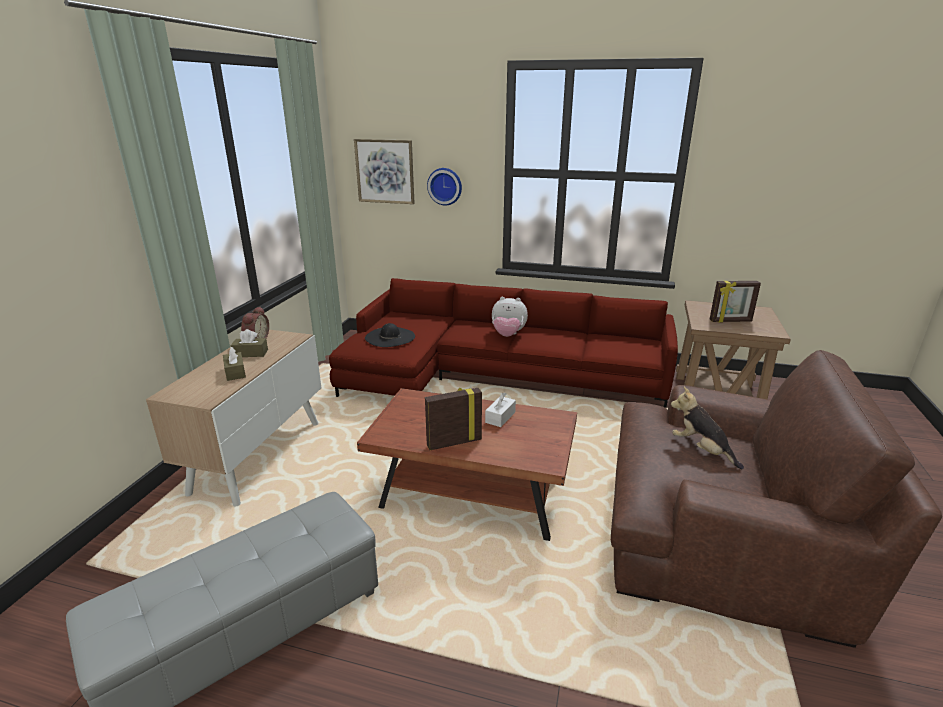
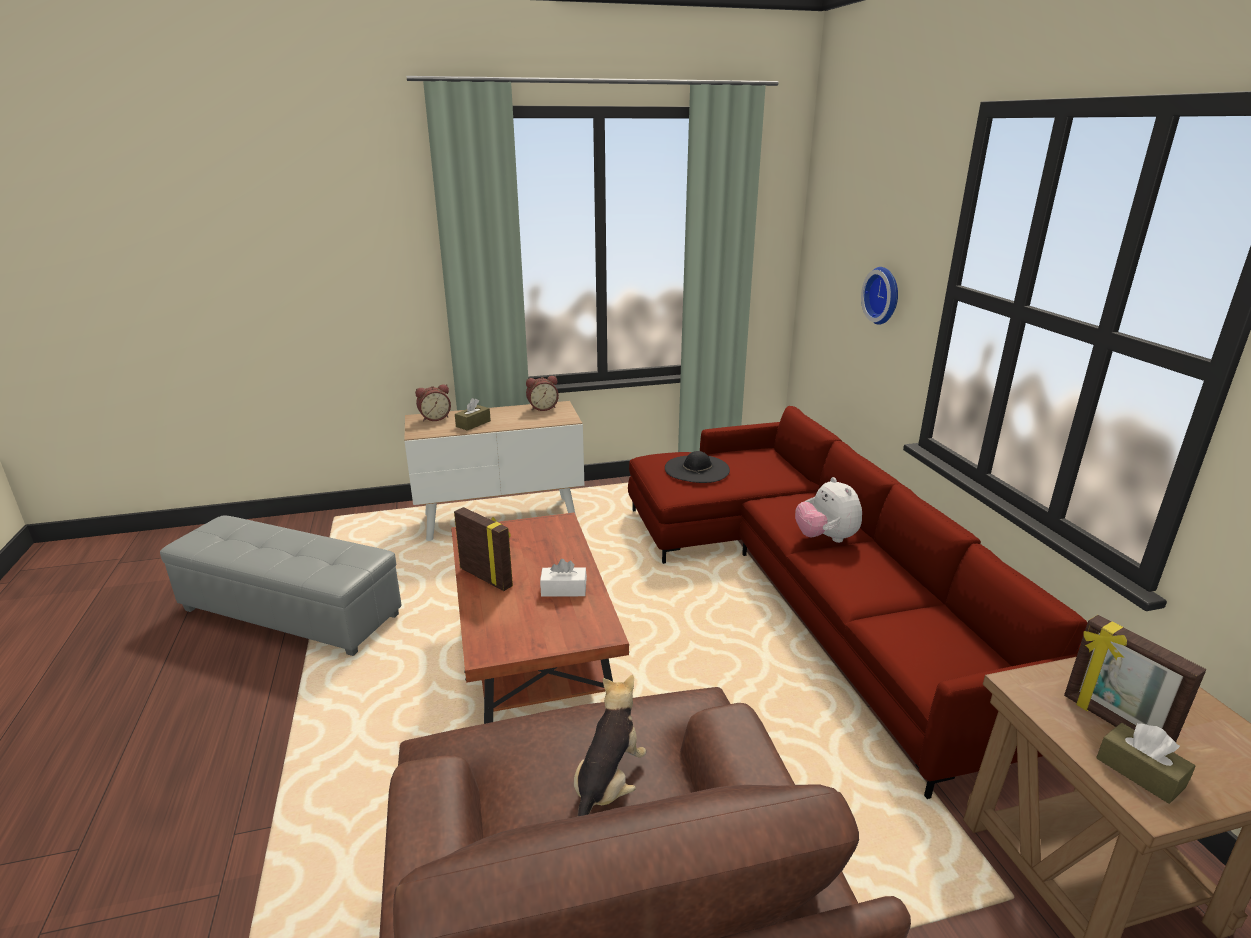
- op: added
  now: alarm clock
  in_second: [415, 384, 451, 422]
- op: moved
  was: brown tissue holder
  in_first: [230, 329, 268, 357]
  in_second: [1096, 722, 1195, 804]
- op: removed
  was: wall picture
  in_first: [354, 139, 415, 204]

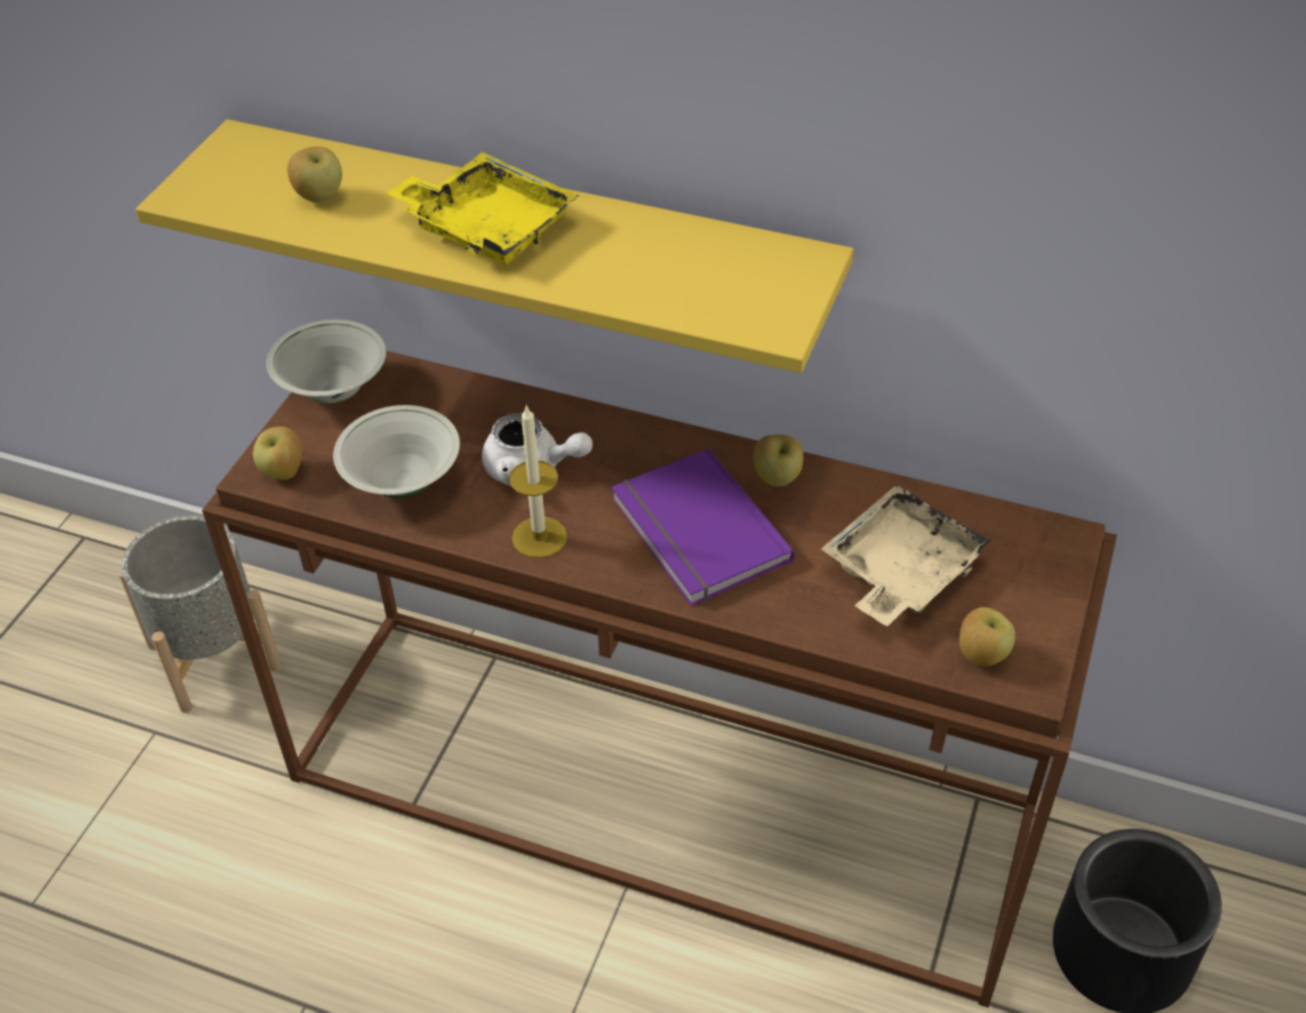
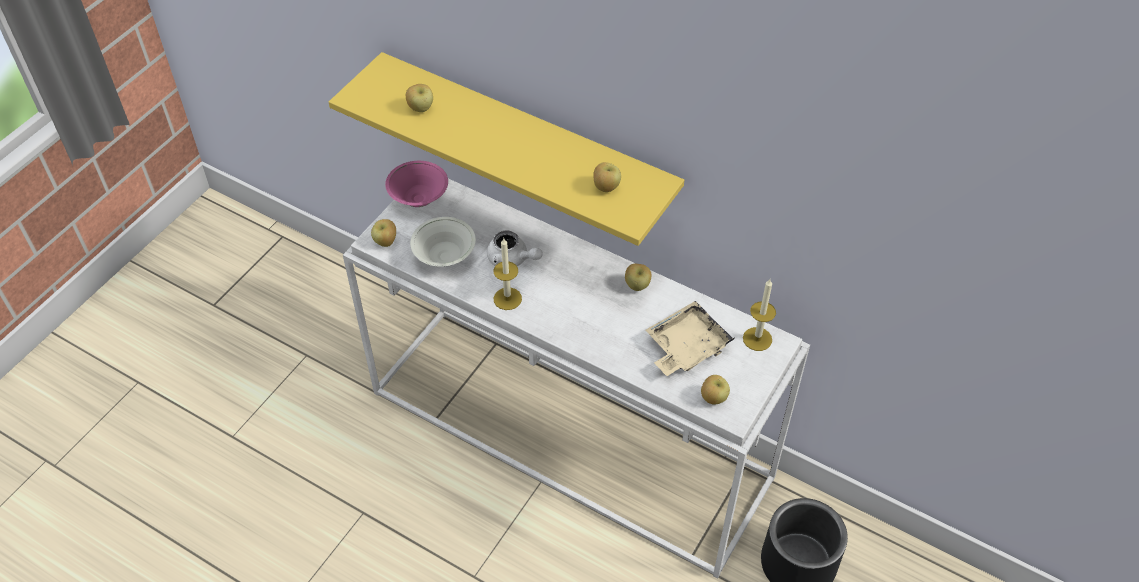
- op: recoloured
  was: brown console table
  now: white console table
  in_first: [202, 351, 1117, 1008]
  in_second: [343, 179, 810, 579]
- op: recoloured
  was: white deep dish
  now: pinkish deep dish
  in_first: [266, 319, 386, 403]
  in_second: [385, 161, 448, 207]
- op: added
  now: apple
  in_second: [593, 162, 621, 192]
- op: added
  now: wax candle
  in_second: [743, 279, 776, 351]
- op: removed
  was: grey plant pot
  in_first: [119, 515, 282, 713]
- op: removed
  was: yellow serving tray
  in_first: [386, 152, 579, 265]
- op: removed
  was: purple-coloured bound book
  in_first: [611, 448, 794, 606]

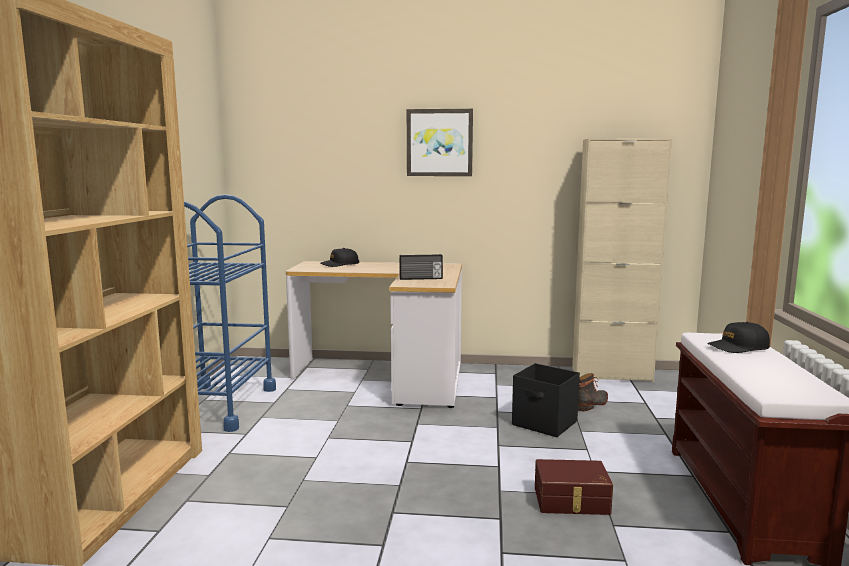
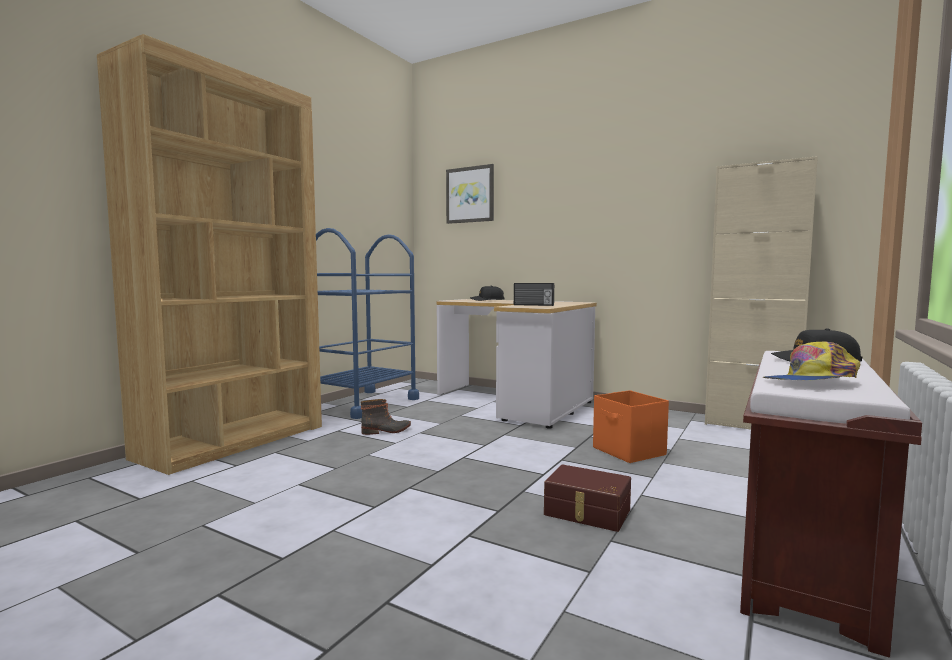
- op: moved
  was: boot
  in_first: [578, 373, 608, 411]
  in_second: [361, 399, 411, 435]
- op: moved
  was: wall picture
  in_first: [407, 109, 473, 176]
  in_second: [446, 164, 494, 224]
- op: recoloured
  was: black-coloured storage container
  now: orange storage container
  in_first: [512, 363, 580, 437]
  in_second: [593, 390, 669, 463]
- op: added
  now: peaked cap
  in_second: [763, 342, 860, 380]

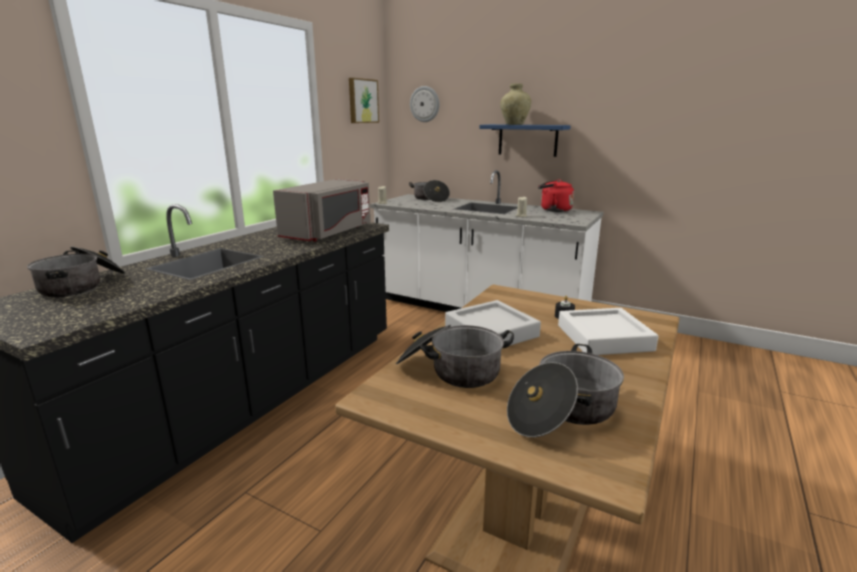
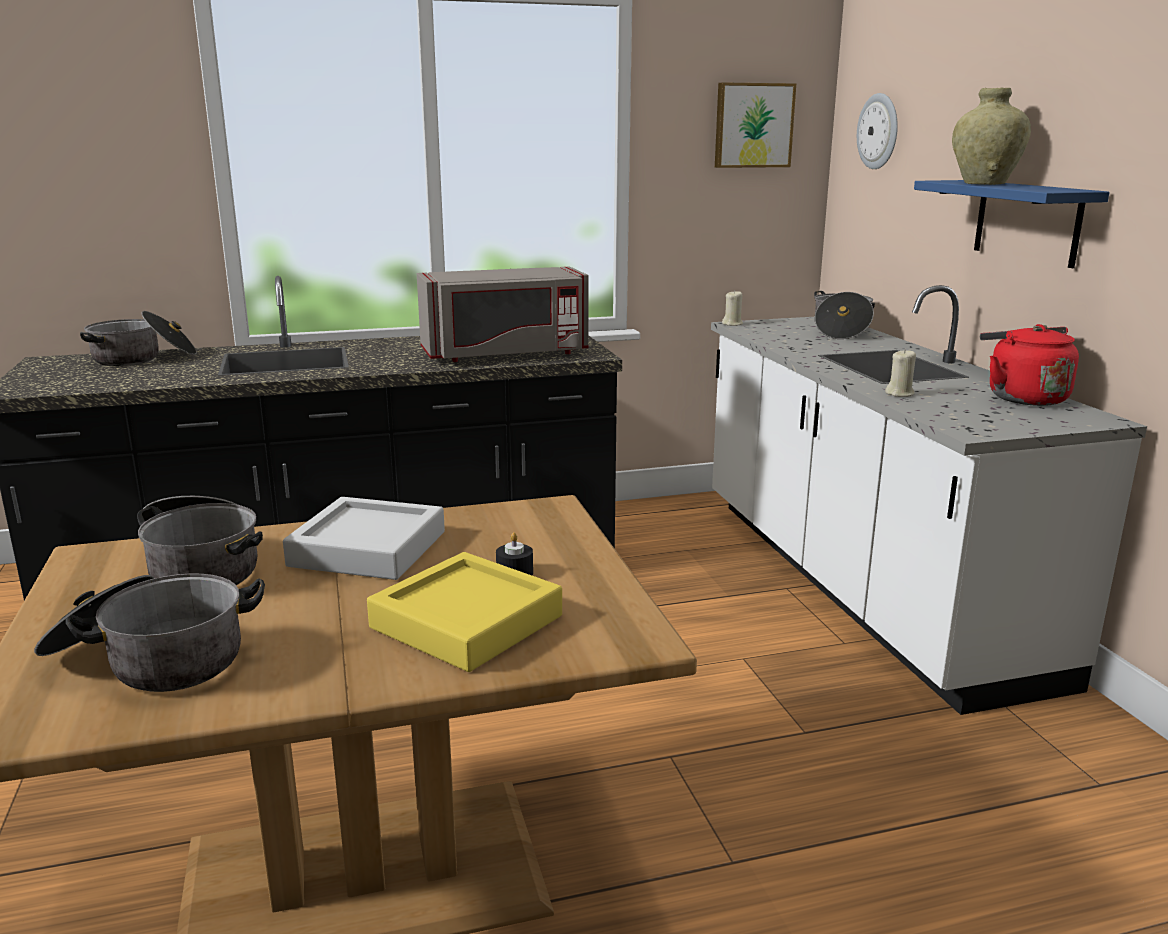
- op: recoloured
  was: white serving tray
  now: yellow serving tray
  in_first: [558, 308, 659, 355]
  in_second: [367, 552, 562, 672]

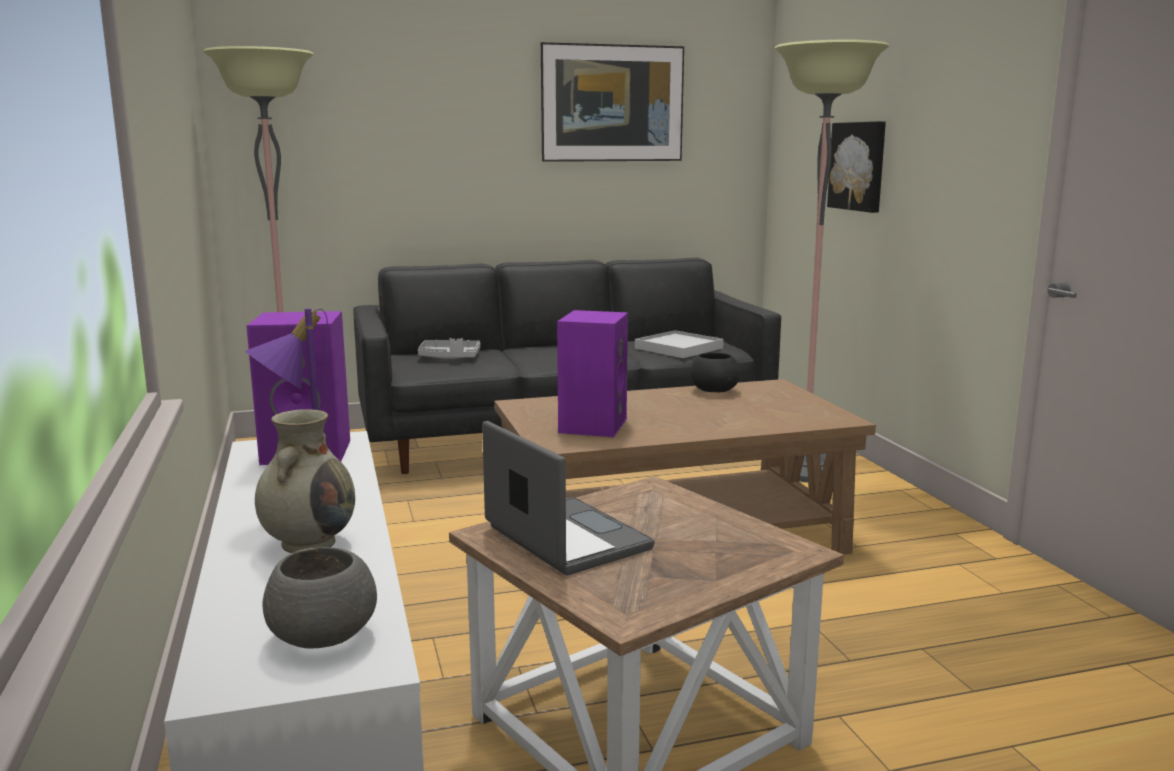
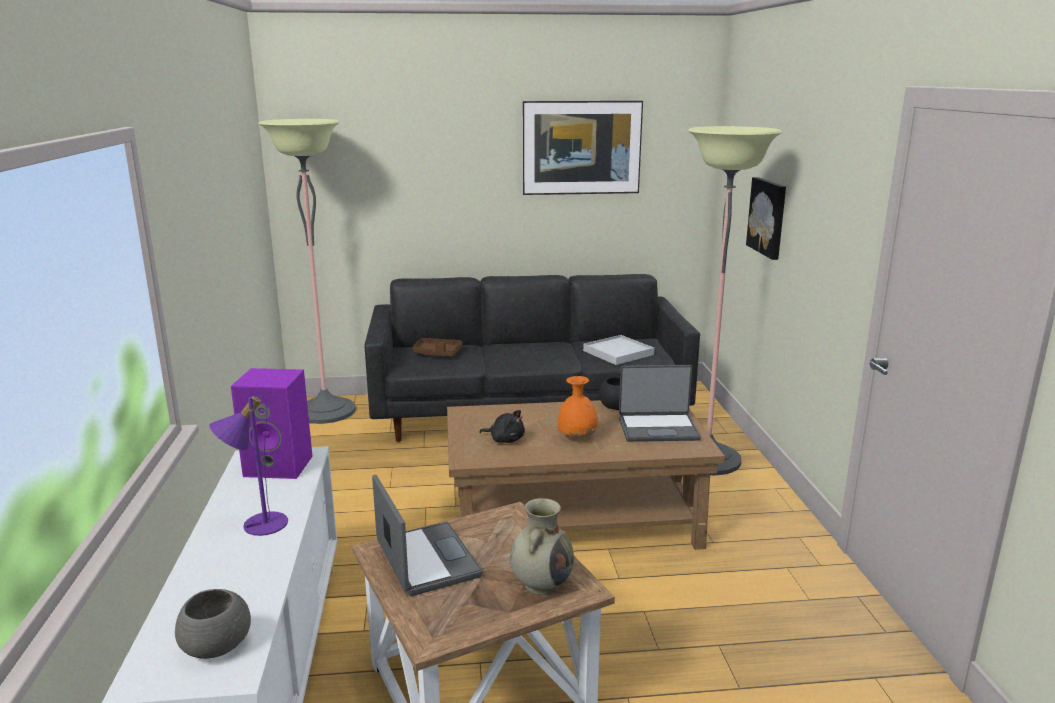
- op: recoloured
  was: grey serving tray
  now: brown serving tray
  in_first: [418, 338, 481, 359]
  in_second: [413, 338, 463, 357]
- op: replaced
  was: purple-coloured audio speaker
  now: black-coloured plush toy
  in_first: [557, 310, 628, 437]
  in_second: [479, 410, 525, 443]
- op: moved
  was: beige decorative vase
  in_first: [255, 409, 355, 553]
  in_second: [510, 498, 574, 595]
- op: added
  now: orange decorative vase
  in_second: [558, 376, 598, 439]
- op: added
  now: laptop
  in_second: [619, 365, 701, 442]

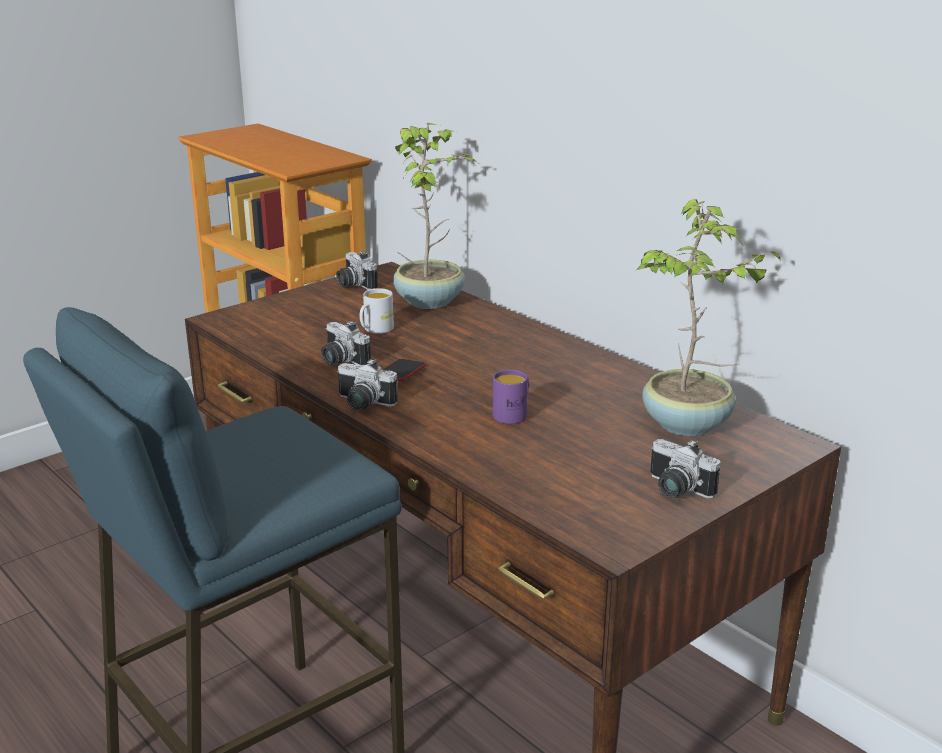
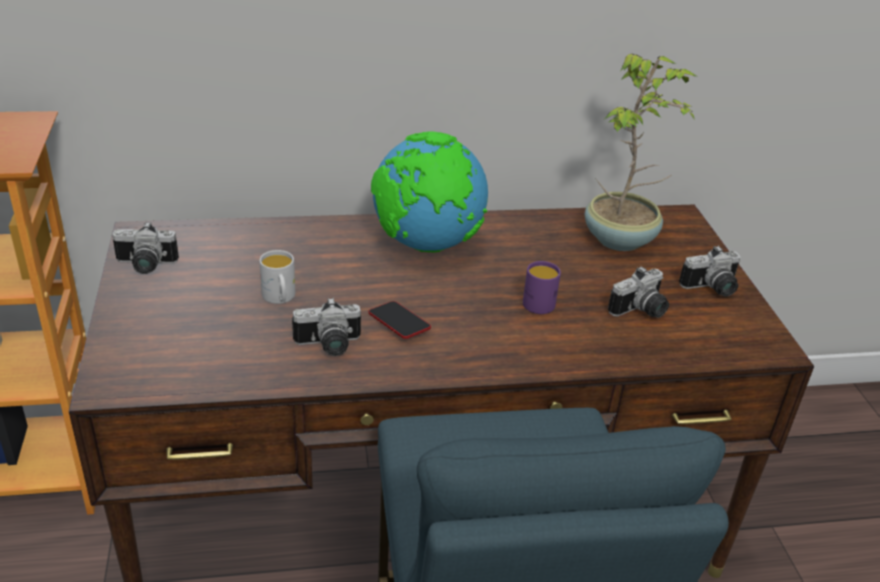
- op: added
  now: globe
  in_second: [371, 132, 488, 253]
- op: moved
  was: photo camera
  in_first: [337, 359, 398, 410]
  in_second: [608, 266, 669, 318]
- op: removed
  was: houseplant
  in_first: [393, 123, 478, 309]

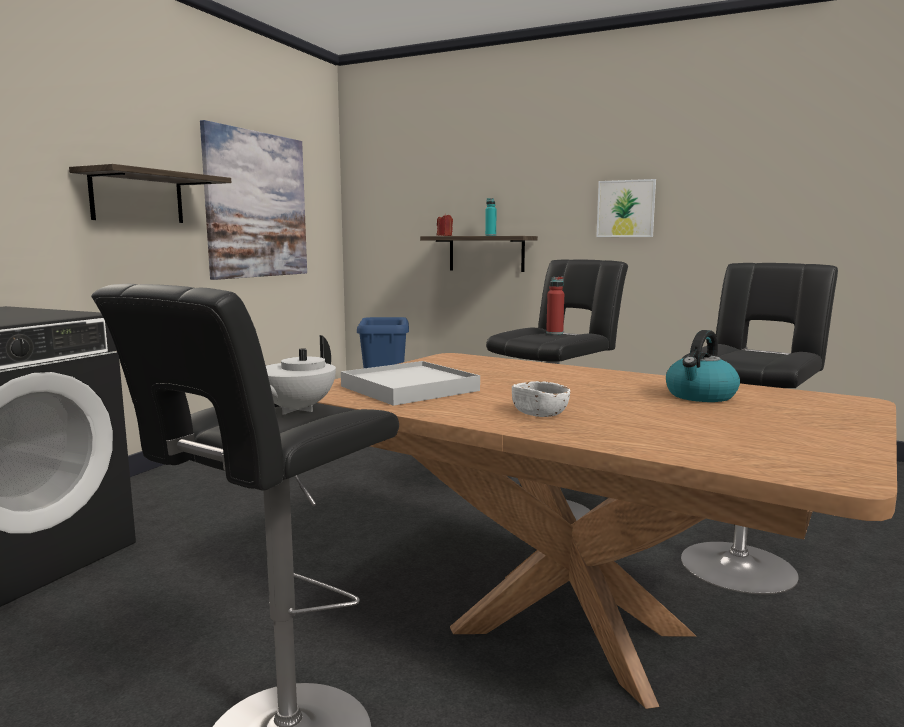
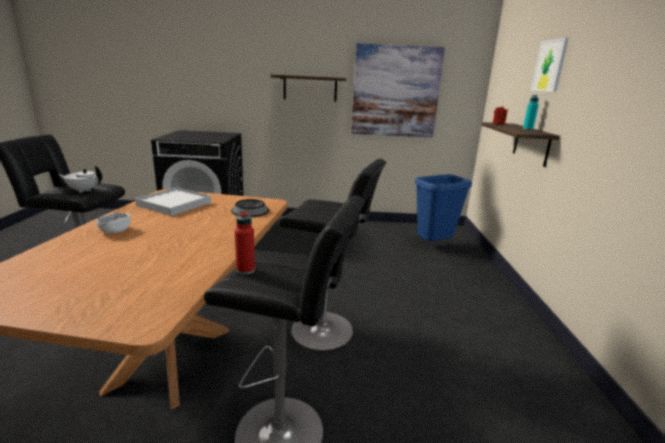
- op: added
  now: deep dish
  in_second: [231, 199, 269, 217]
- op: moved
  was: reddish bottle
  in_first: [546, 277, 564, 335]
  in_second: [234, 211, 255, 275]
- op: moved
  was: wall picture
  in_first: [596, 179, 656, 237]
  in_second: [531, 38, 569, 92]
- op: removed
  was: tea kettle
  in_first: [666, 330, 740, 402]

